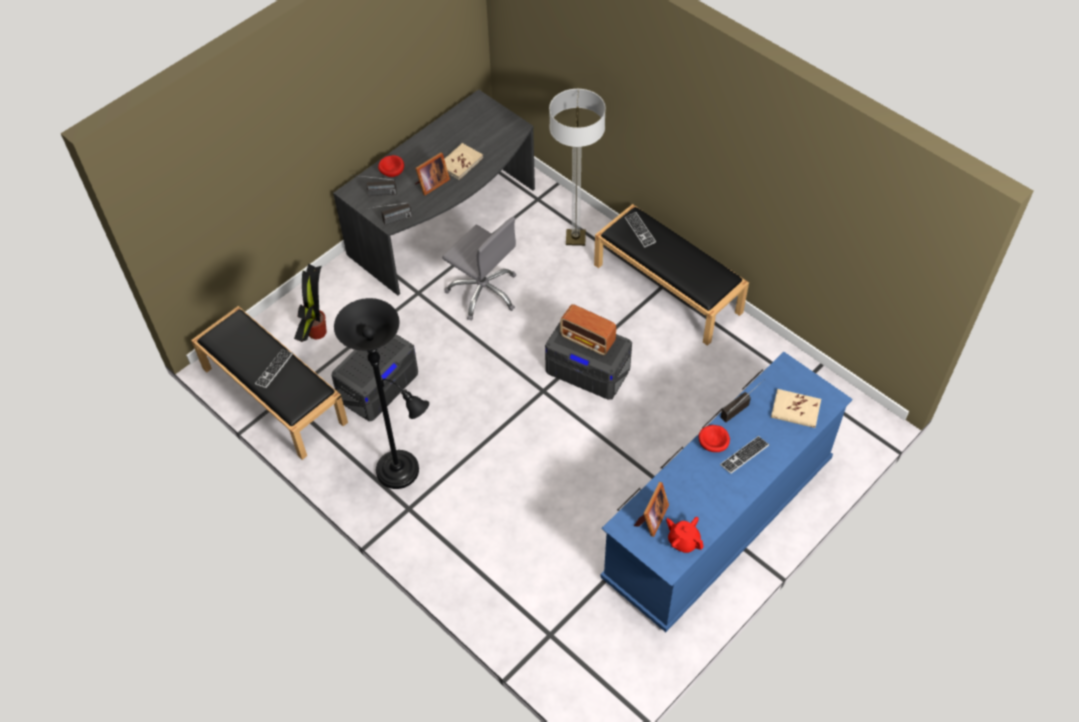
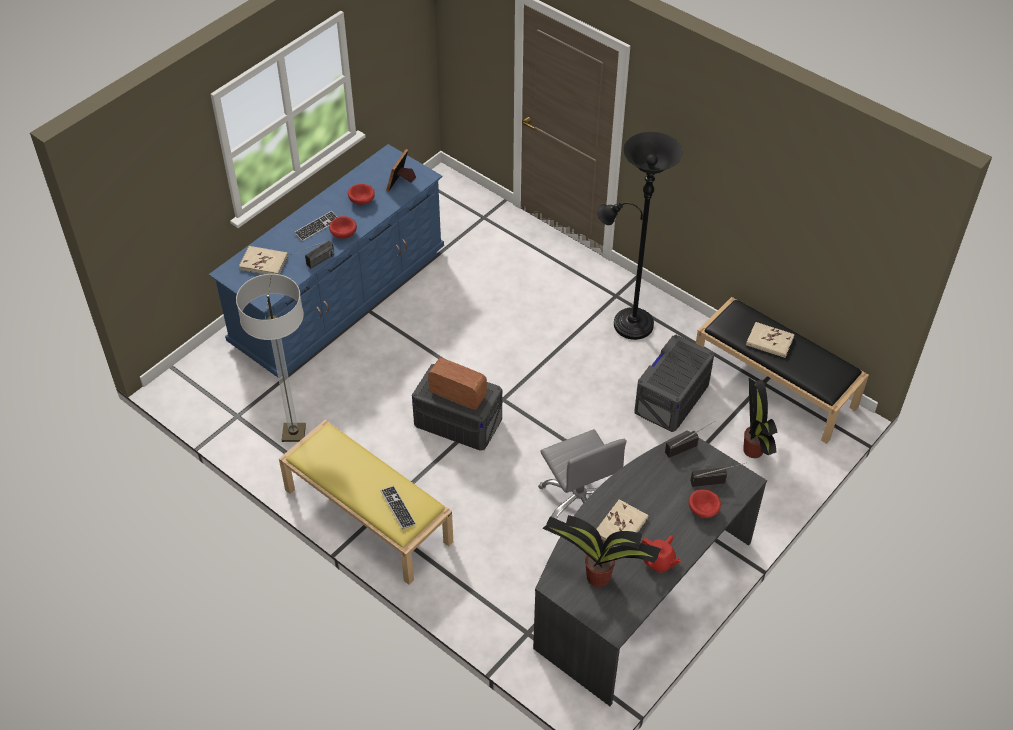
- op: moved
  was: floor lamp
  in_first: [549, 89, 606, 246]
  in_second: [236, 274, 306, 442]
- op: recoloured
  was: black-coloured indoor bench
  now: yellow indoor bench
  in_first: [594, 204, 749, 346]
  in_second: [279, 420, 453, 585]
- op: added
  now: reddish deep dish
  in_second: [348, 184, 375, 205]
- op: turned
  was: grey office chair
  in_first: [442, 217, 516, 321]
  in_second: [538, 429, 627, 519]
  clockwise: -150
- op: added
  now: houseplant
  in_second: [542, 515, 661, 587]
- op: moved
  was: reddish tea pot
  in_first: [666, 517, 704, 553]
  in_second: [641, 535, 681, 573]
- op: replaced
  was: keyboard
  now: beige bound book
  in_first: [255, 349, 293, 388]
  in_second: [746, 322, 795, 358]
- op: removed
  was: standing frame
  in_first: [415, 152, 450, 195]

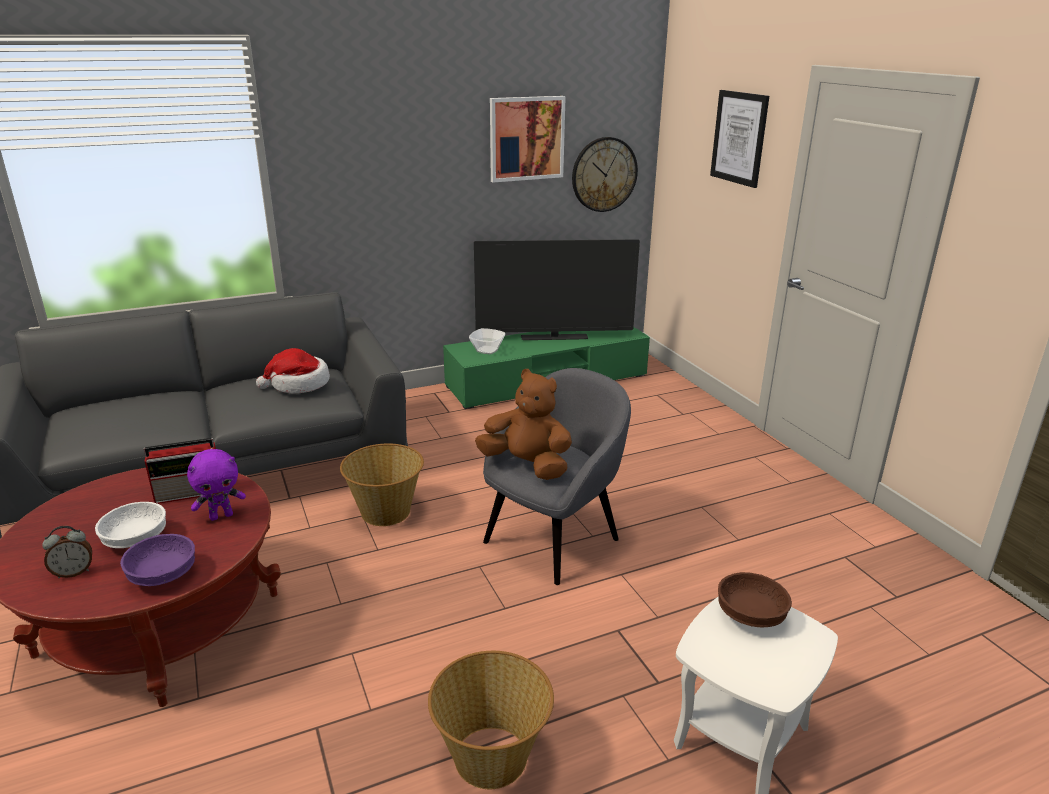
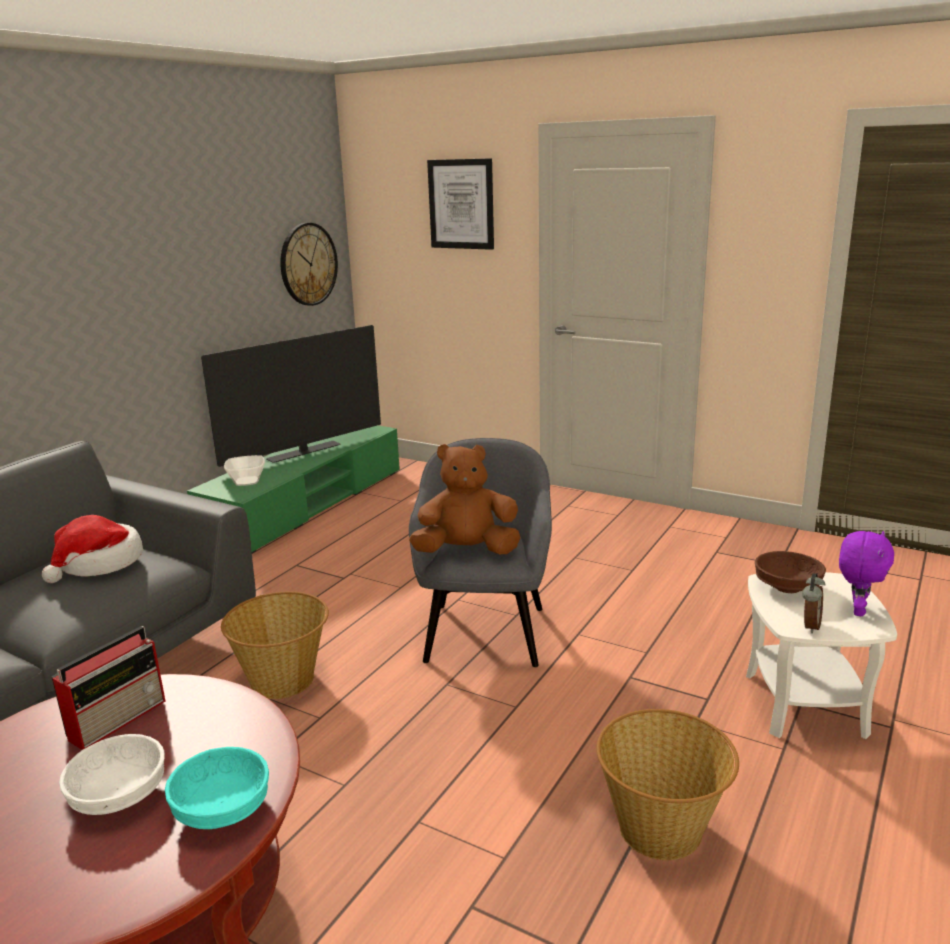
- op: recoloured
  was: purple-coloured deep dish
  now: turquoise deep dish
  in_first: [120, 534, 195, 586]
  in_second: [165, 747, 269, 829]
- op: moved
  was: alarm clock
  in_first: [42, 526, 92, 578]
  in_second: [802, 573, 825, 634]
- op: moved
  was: purple-coloured plush toy
  in_first: [187, 449, 246, 521]
  in_second: [839, 531, 894, 616]
- op: removed
  was: wall picture
  in_first: [490, 96, 566, 182]

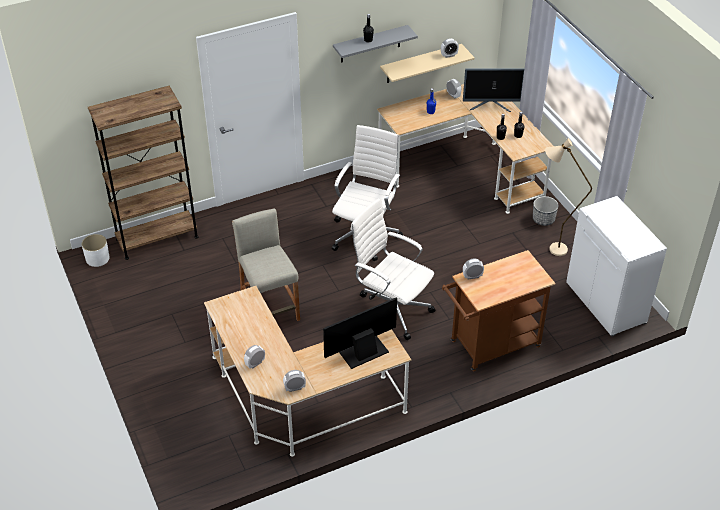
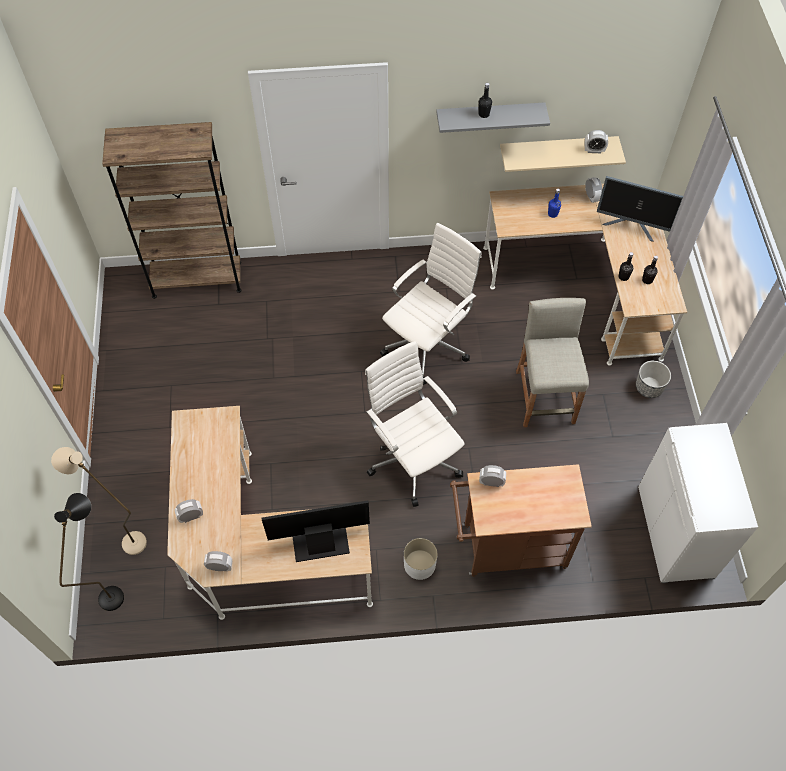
- op: moved
  was: beige floor lamp
  in_first: [545, 138, 592, 256]
  in_second: [51, 447, 147, 555]
- op: added
  now: black-coloured floor lamp
  in_second: [54, 493, 124, 611]
- op: moved
  was: white plant pot
  in_first: [82, 234, 110, 267]
  in_second: [404, 538, 438, 580]
- op: moved
  was: beige stool seat
  in_first: [232, 209, 300, 321]
  in_second: [516, 298, 589, 427]

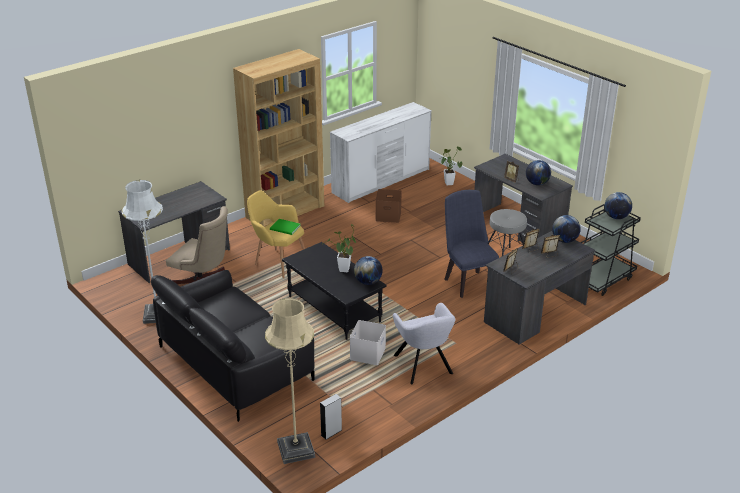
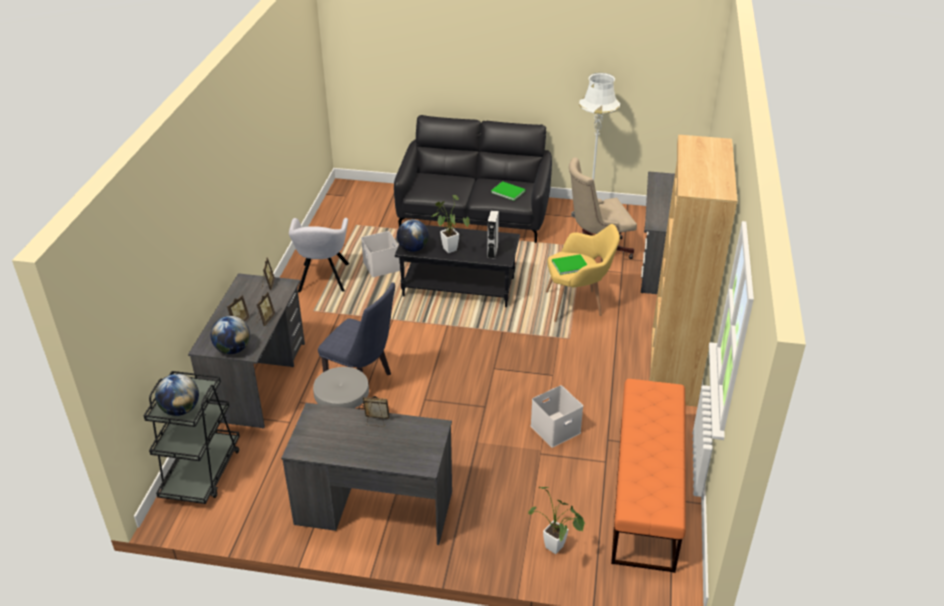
- op: turned
  was: grey lounge chair
  in_first: [393, 303, 455, 384]
  in_second: [289, 218, 349, 293]
  clockwise: -120
- op: moved
  was: grey audio speaker
  in_first: [320, 394, 342, 440]
  in_second: [487, 210, 499, 259]
- op: added
  now: green bound book
  in_second: [491, 181, 526, 201]
- op: recoloured
  was: brown storage container
  now: white storage container
  in_first: [375, 189, 402, 223]
  in_second: [531, 385, 583, 448]
- op: replaced
  was: white dresser
  now: orange indoor bench
  in_first: [330, 102, 432, 203]
  in_second: [611, 379, 686, 573]
- op: removed
  was: beige floor lamp
  in_first: [265, 298, 315, 464]
- op: removed
  was: globe
  in_first: [526, 160, 551, 185]

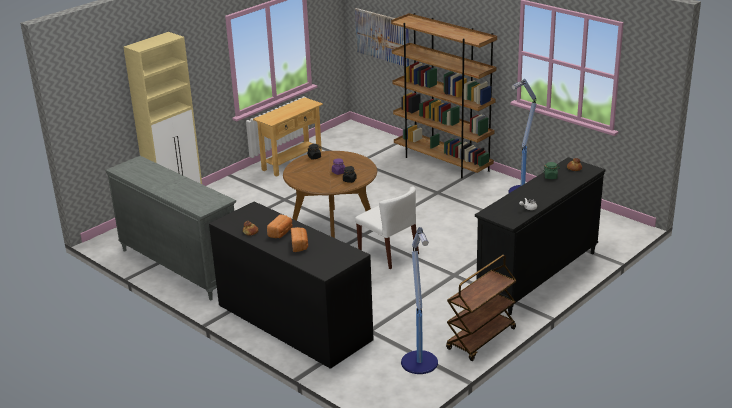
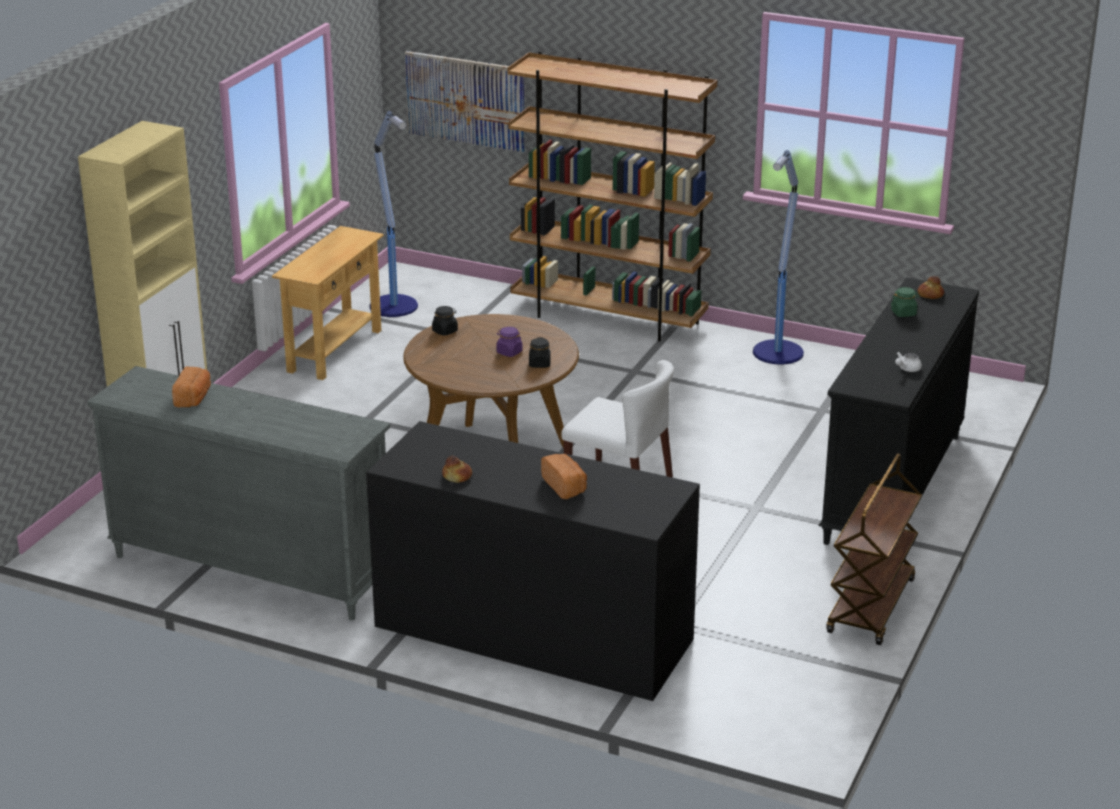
- op: moved
  was: bakery bread
  in_first: [267, 214, 293, 238]
  in_second: [172, 367, 211, 408]
- op: moved
  was: floor lamp
  in_first: [401, 227, 438, 374]
  in_second: [370, 111, 418, 317]

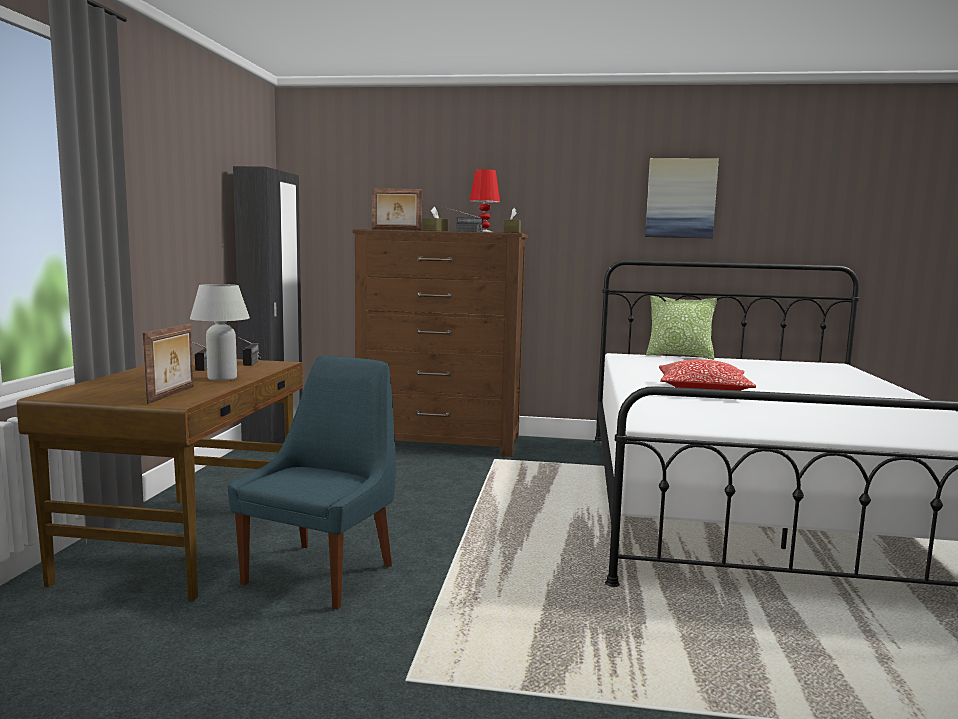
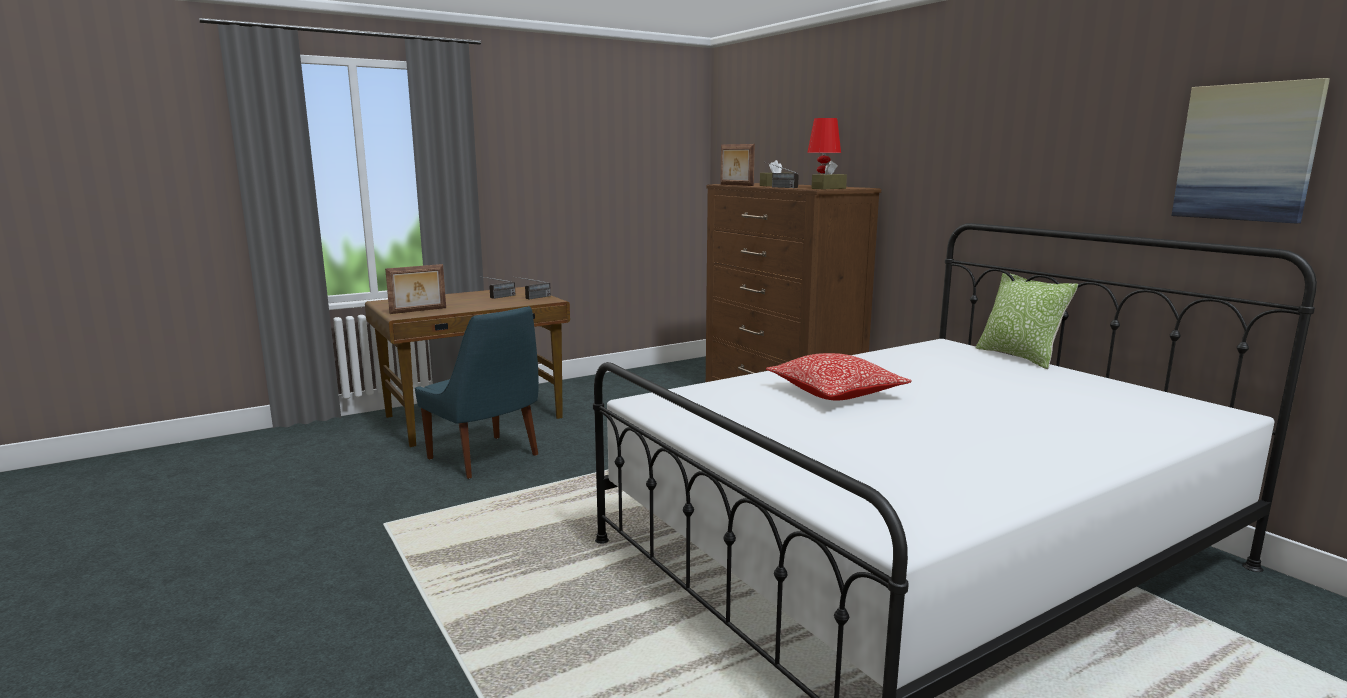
- op: turned
  was: blue plain chair
  in_first: [228, 356, 396, 610]
  in_second: [415, 306, 539, 479]
  clockwise: 60
- op: moved
  was: wall picture
  in_first: [645, 158, 719, 239]
  in_second: [1171, 78, 1330, 224]
- op: removed
  was: white table lamp
  in_first: [190, 284, 250, 381]
- op: removed
  was: black-coloured wardrobe
  in_first: [233, 166, 302, 444]

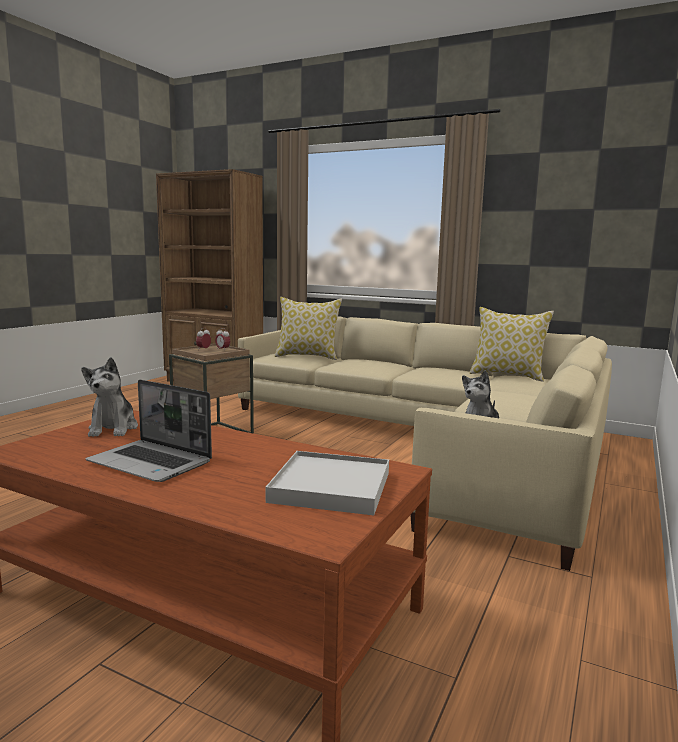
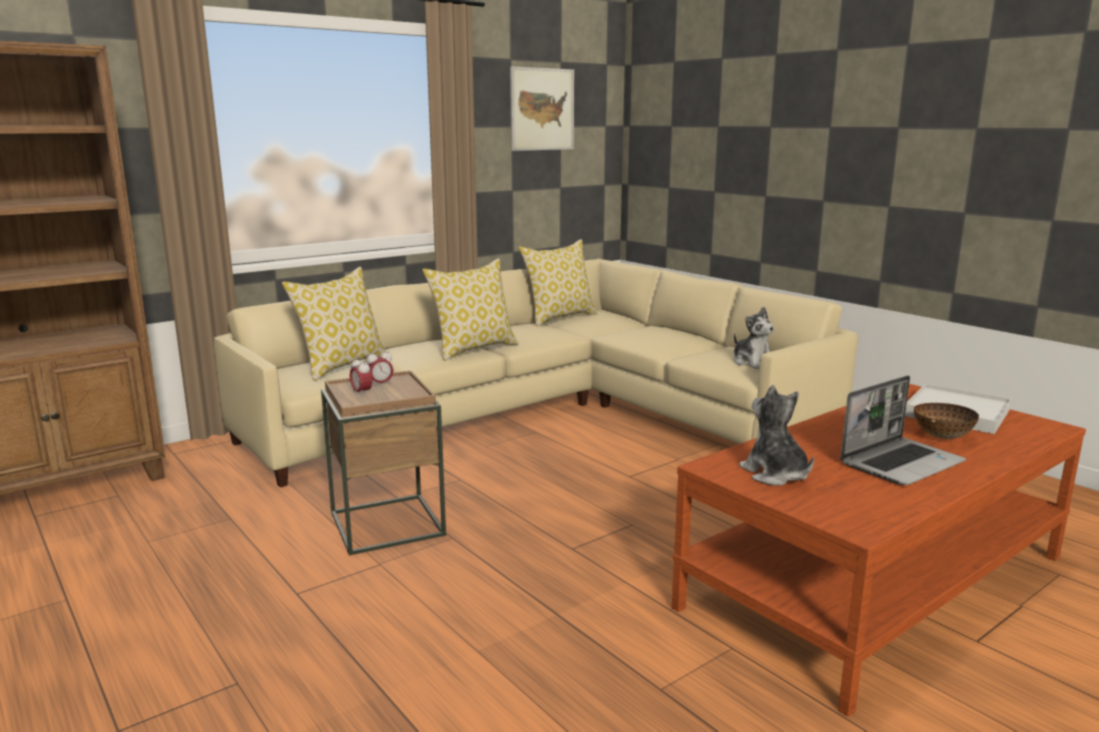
- op: added
  now: throw pillow
  in_second: [423, 258, 519, 361]
- op: added
  now: wall picture
  in_second: [510, 66, 574, 151]
- op: turned
  was: plush toy
  in_first: [81, 357, 138, 437]
  in_second: [739, 385, 814, 486]
  clockwise: -135
- op: added
  now: deep dish
  in_second: [914, 403, 979, 439]

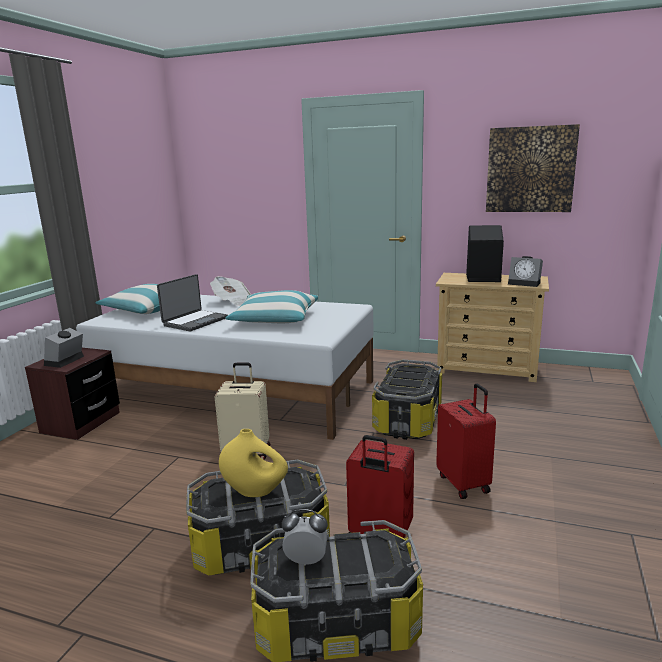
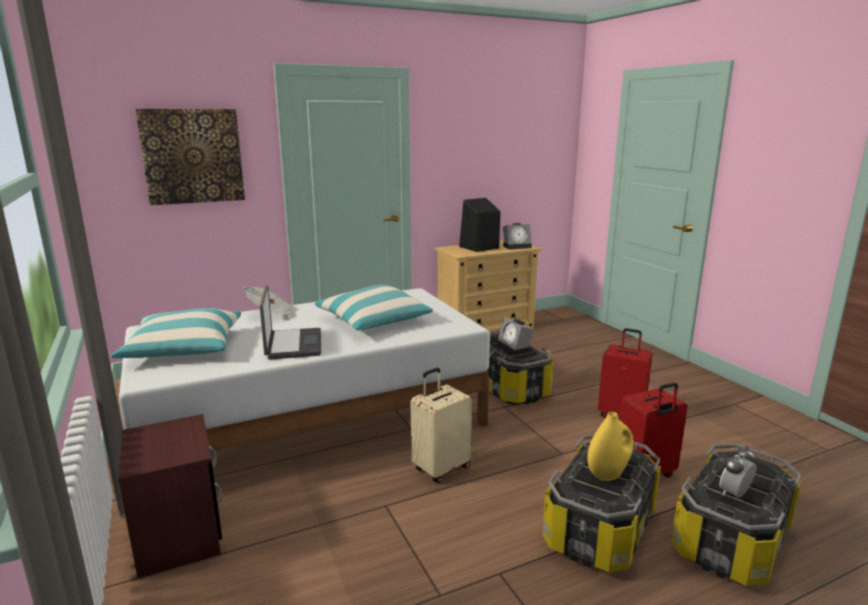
- op: moved
  was: wall picture
  in_first: [486, 124, 580, 212]
  in_second: [135, 109, 245, 205]
- op: moved
  was: alarm clock
  in_first: [44, 328, 84, 368]
  in_second: [496, 317, 534, 356]

